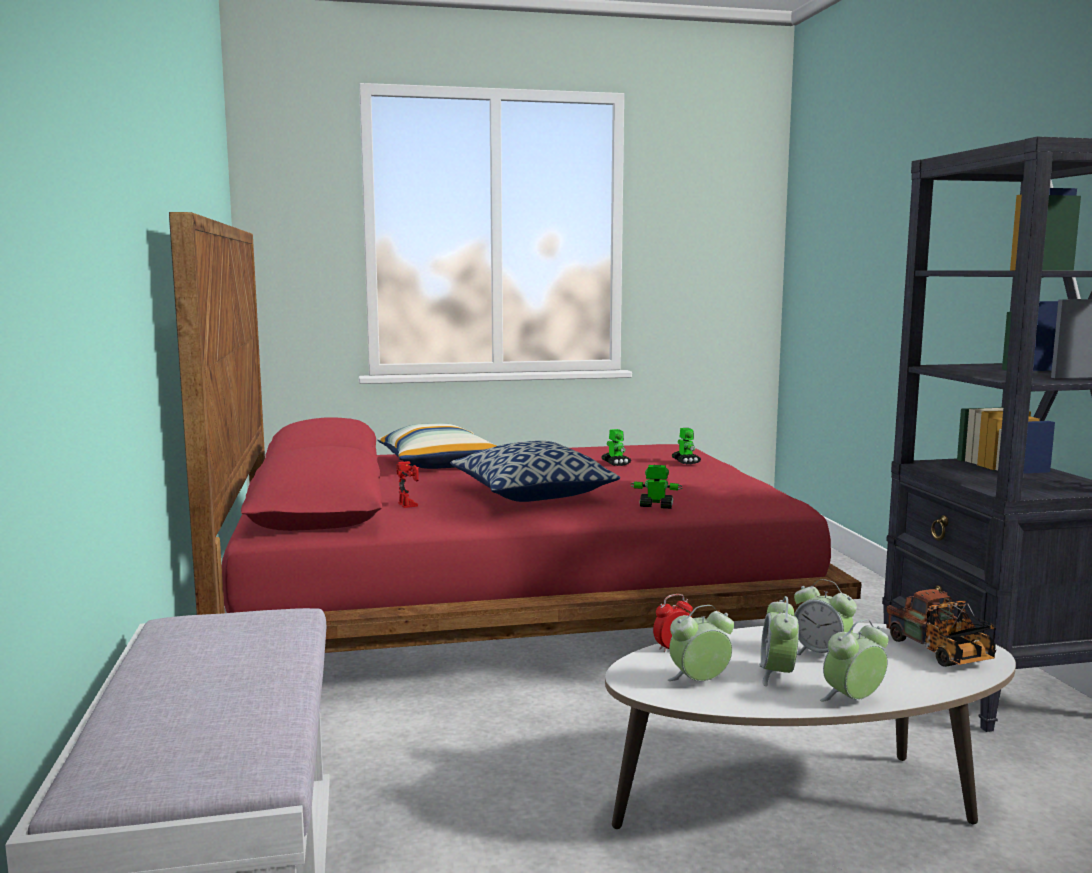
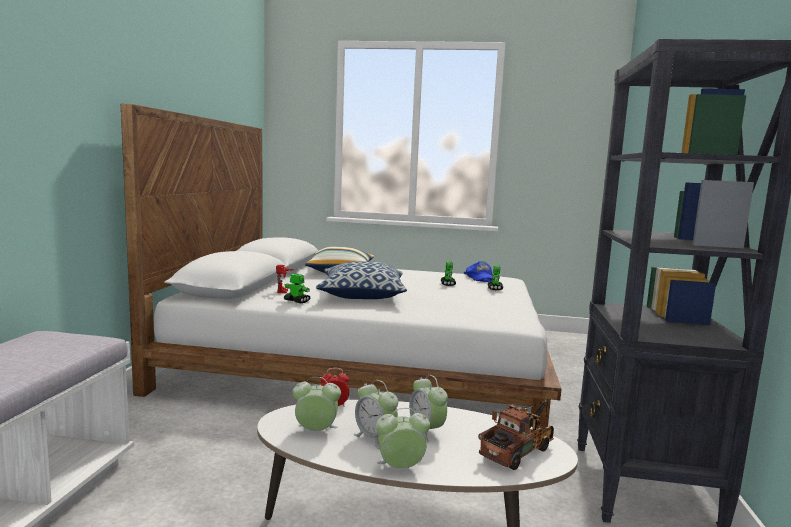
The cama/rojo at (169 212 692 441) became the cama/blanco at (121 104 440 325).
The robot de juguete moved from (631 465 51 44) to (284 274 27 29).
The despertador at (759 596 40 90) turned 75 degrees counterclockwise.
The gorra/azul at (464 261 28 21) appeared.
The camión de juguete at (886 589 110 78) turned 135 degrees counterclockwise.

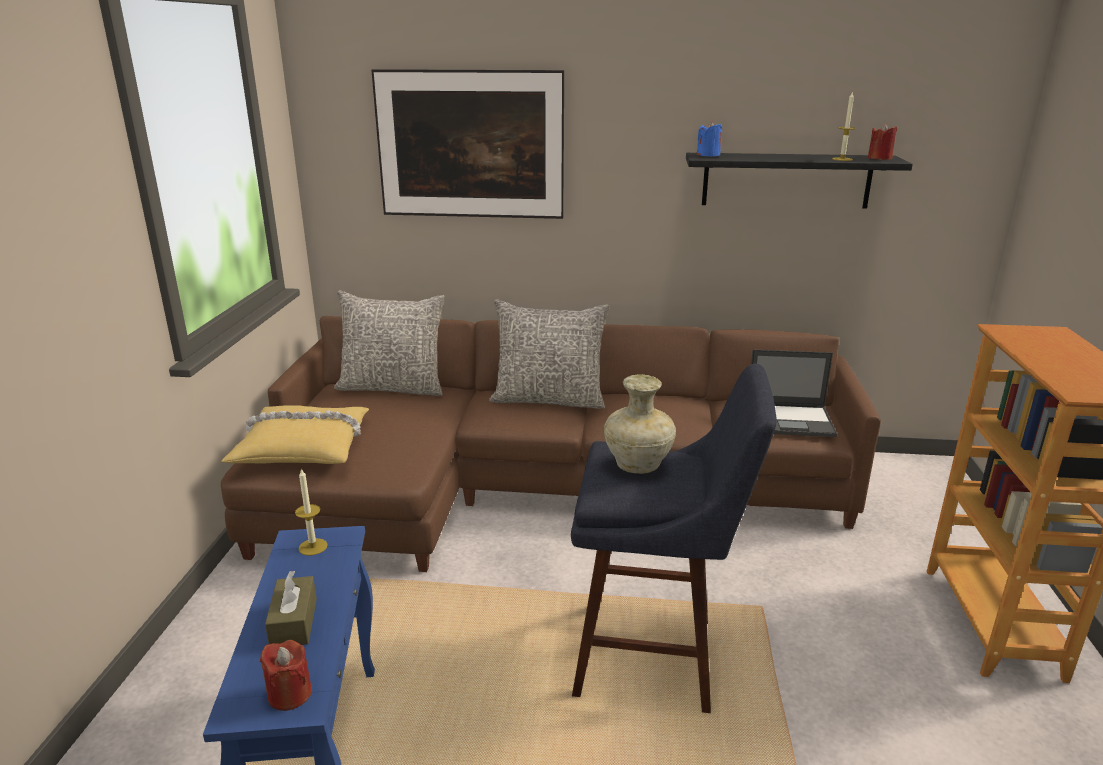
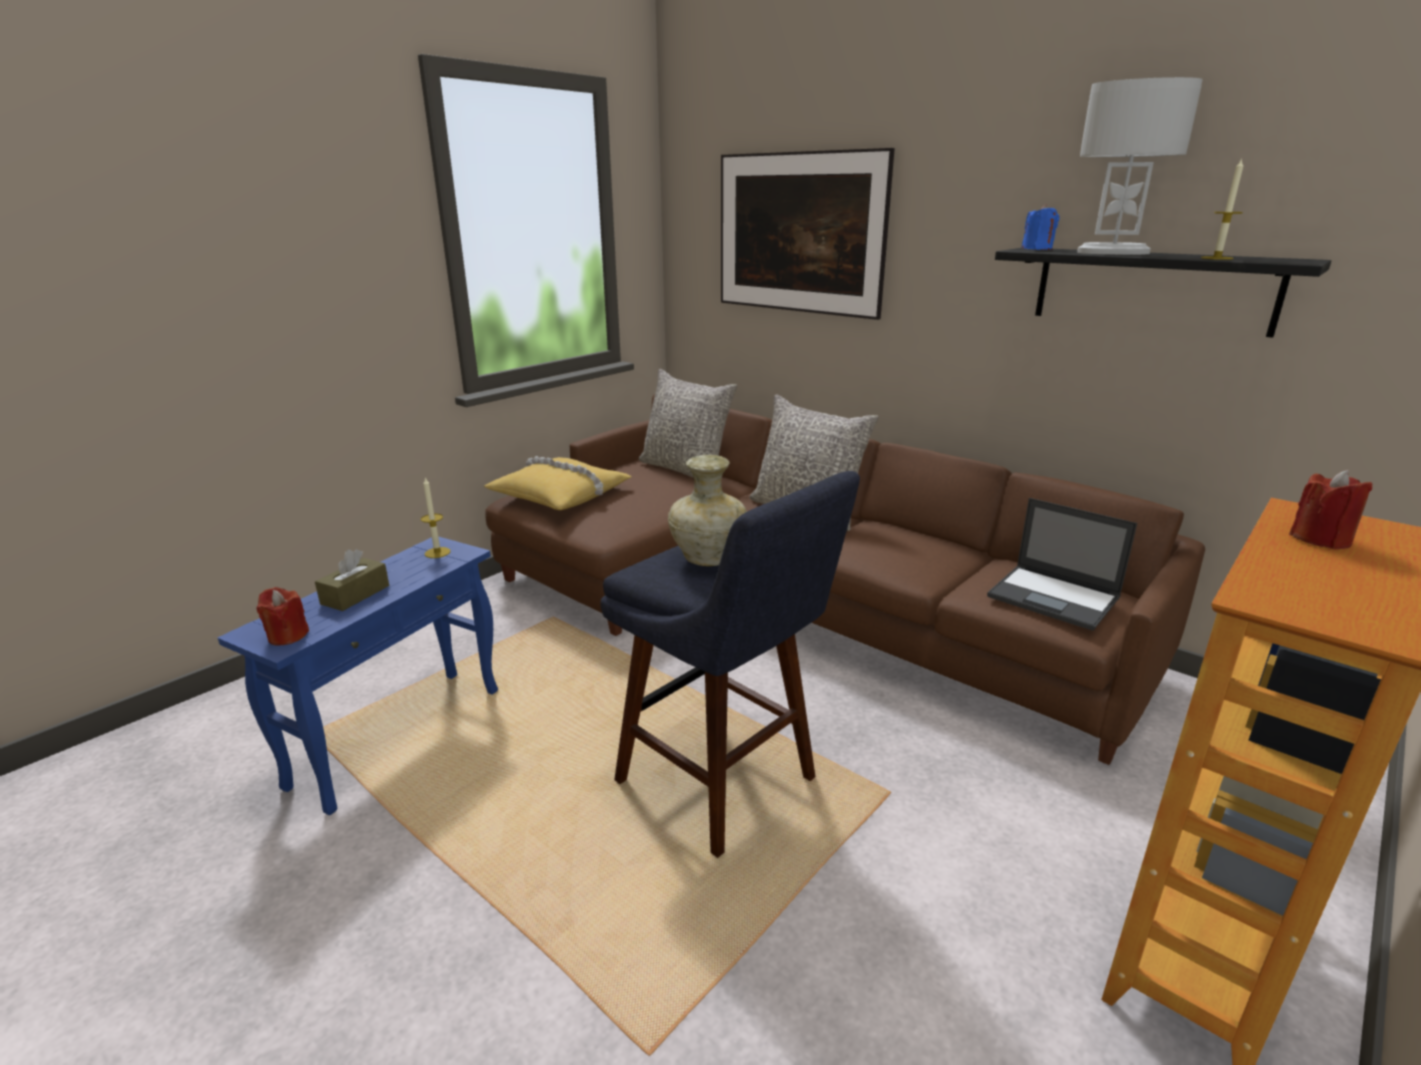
The lámpara de mesa/blanco at (1077 77 126 178) appeared.
The vela/rojo moved from (868 123 29 37) to (1289 470 83 79).

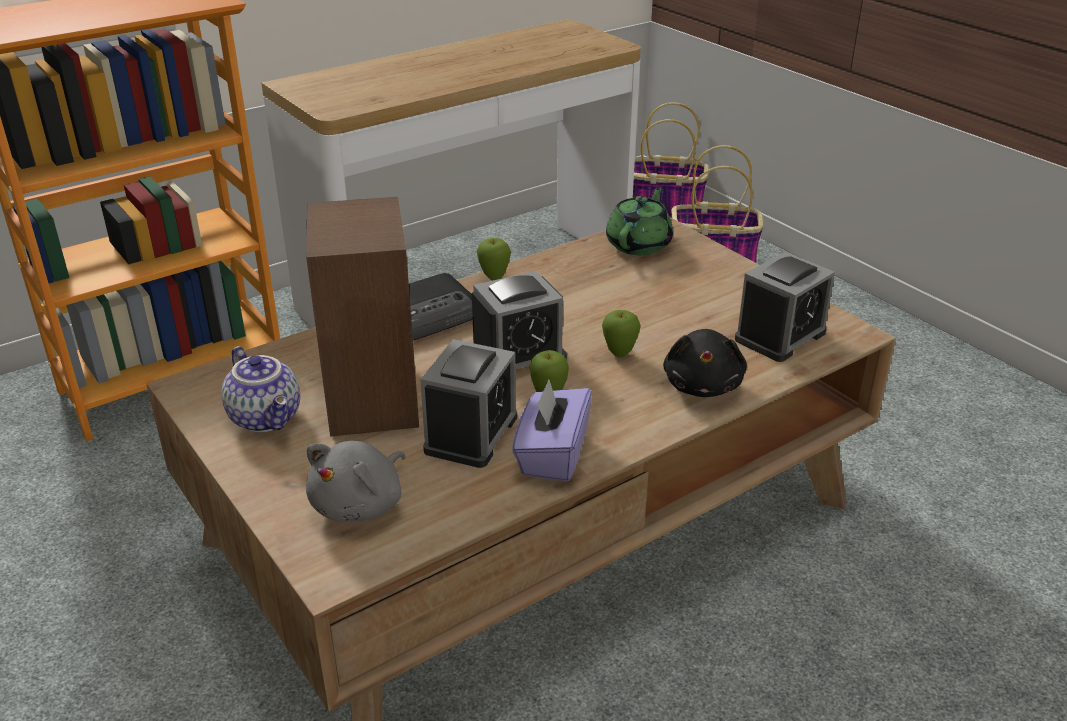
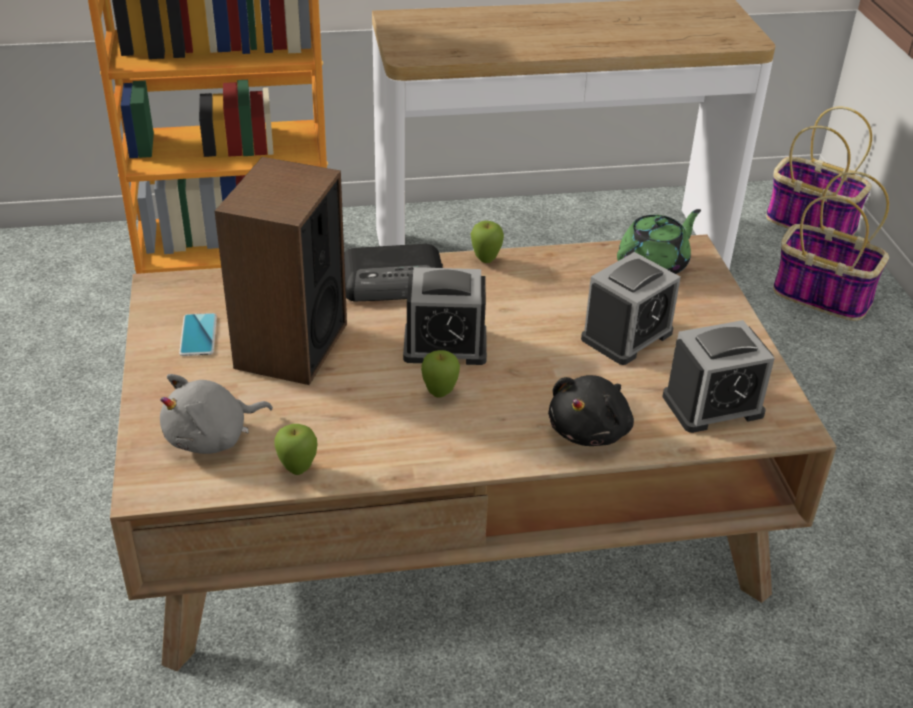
The tetera at (222 346 78 86) was replaced by the móvil at (179 313 38 43).
The manzana moved from (602 310 39 48) to (274 424 44 51).
The despertador moved from (420 339 97 129) to (581 252 100 113).
The caja de pañuelos/morado at (512 380 80 102) disappeared.

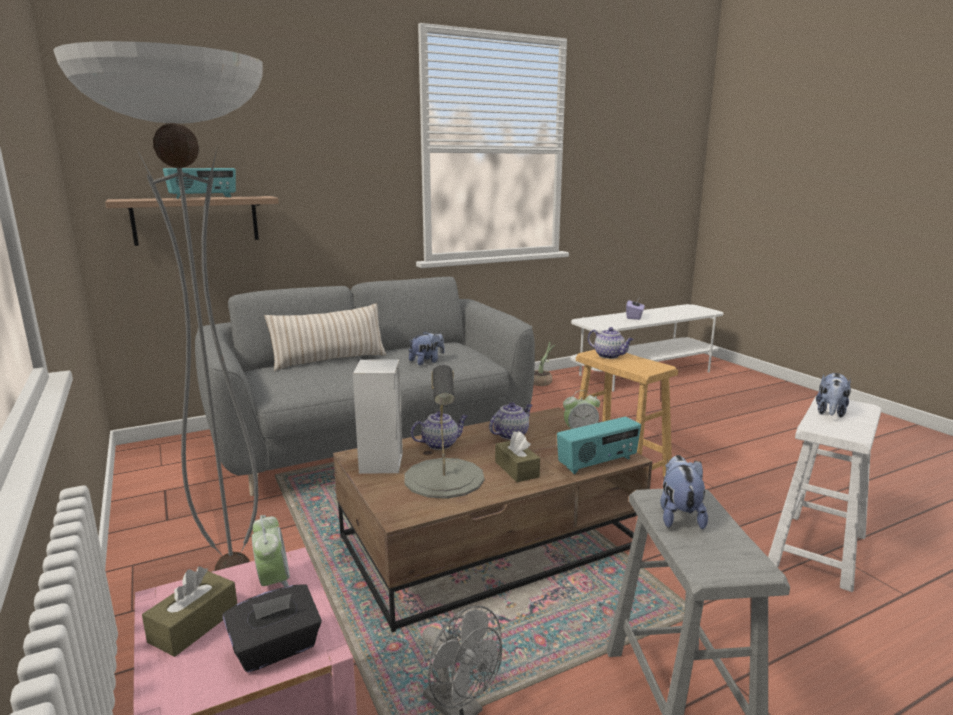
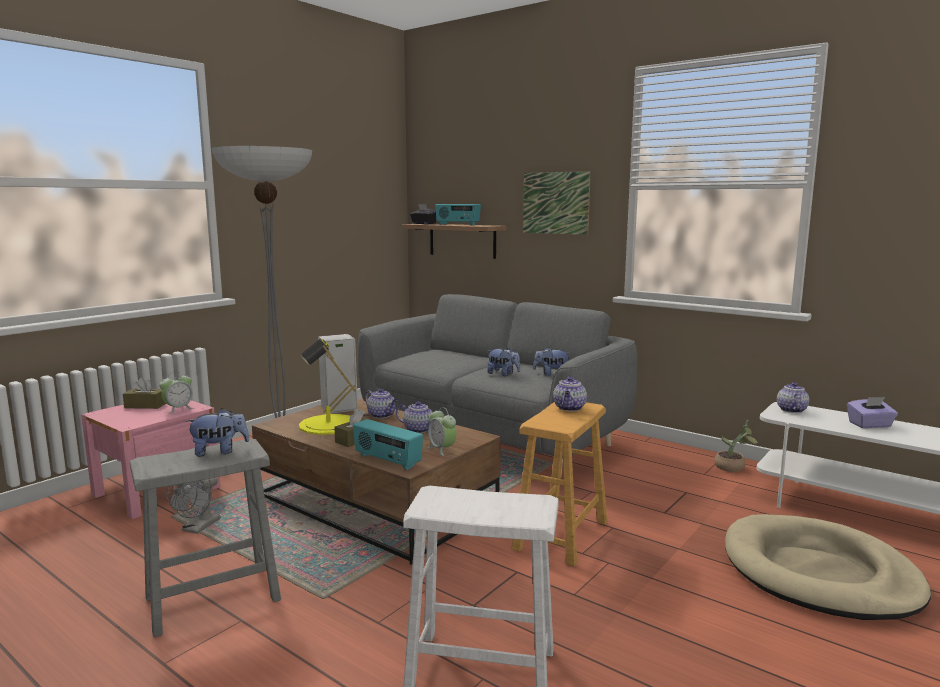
The lámpara de mesa/gris at (404 365 80 134) became the lámpara de mesa/amarillo at (299 339 57 96).
The caja de pañuelos/negro moved from (223 584 99 89) to (410 204 27 20).
The cuadro at (523 171 68 64) appeared.
The peluche moved from (816 373 35 45) to (533 347 37 29).
The cama para perro/beis at (725 514 206 106) appeared.
The tetera at (777 382 32 31) appeared.
The cojín/beis at (265 304 121 67) disappeared.

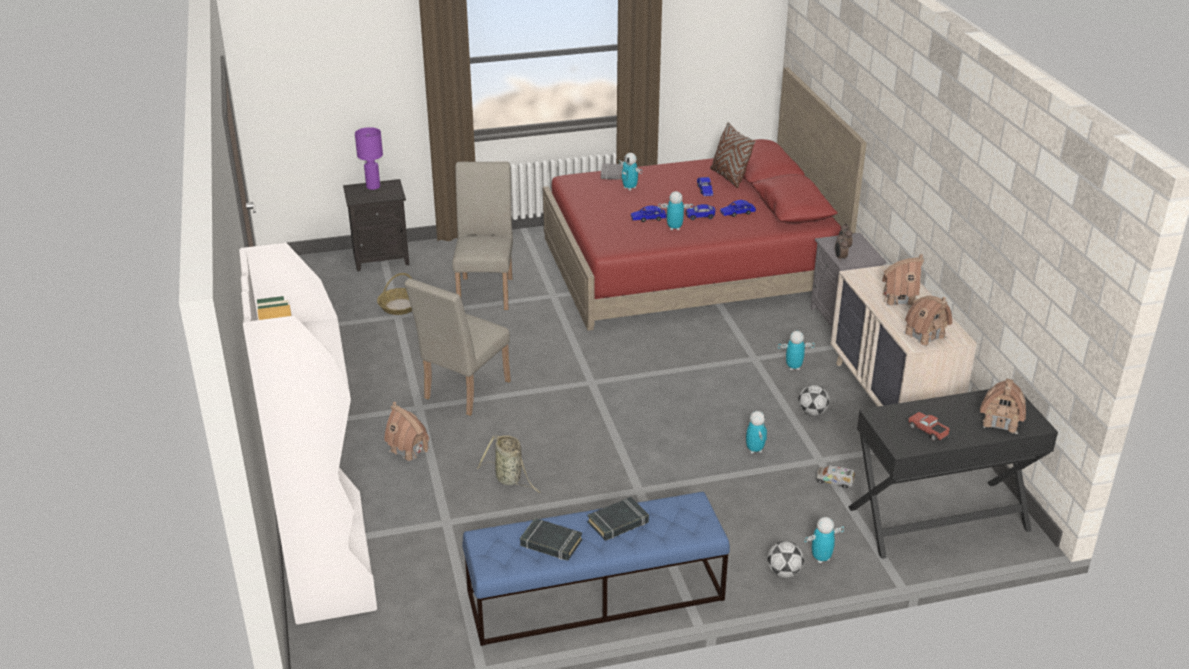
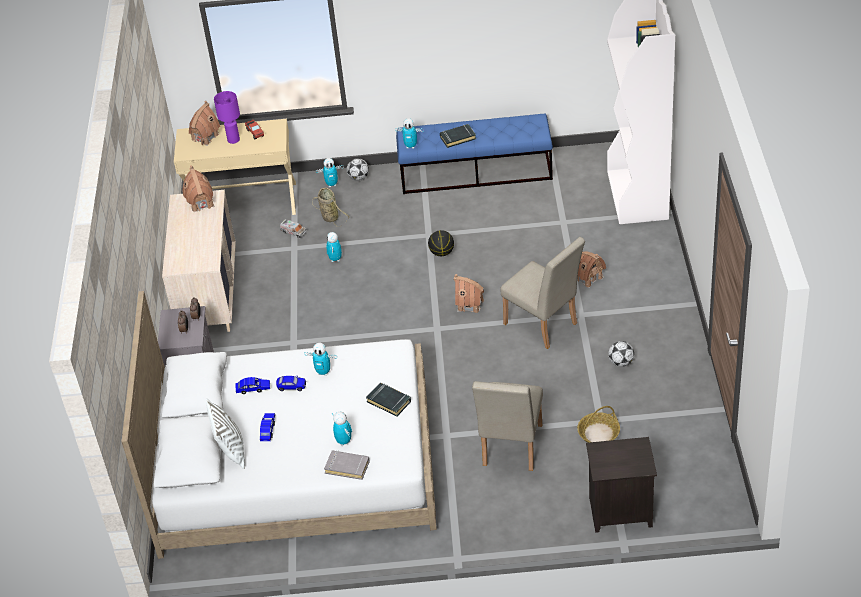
The cama/rojo at (543 67 324 264) became the cama/blanco at (122 291 315 268).
The escritorio/negro at (848 389 210 170) became the escritorio/beis at (174 119 122 96).
The cojín/marrón at (710 122 45 66) became the cojín/blanco at (206 399 39 70).
The lámpara de mesa/morado moved from (355 127 28 63) to (214 91 26 53).
The cesta moved from (477 435 64 58) to (312 188 38 39).
The libro/negro moved from (520 518 62 43) to (366 383 45 33).
The robot de juguete moved from (777 331 37 39) to (395 118 29 31).
The balón de baloncesto at (428 230 26 26) appeared.
The casita moved from (882 254 42 52) to (454 274 30 39).
The silla/beis at (404 278 107 137) turned 90 degrees clockwise.
The balón de fútbol moved from (798 385 32 31) to (608 341 26 26).
The coche de juguete/azul at (631 205 35 17) disappeared.

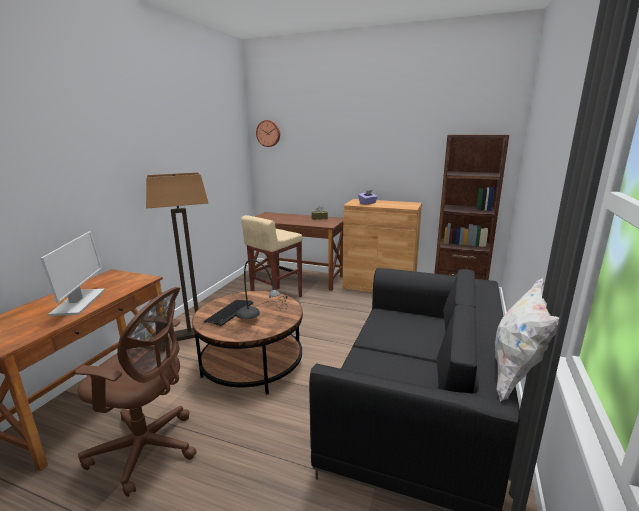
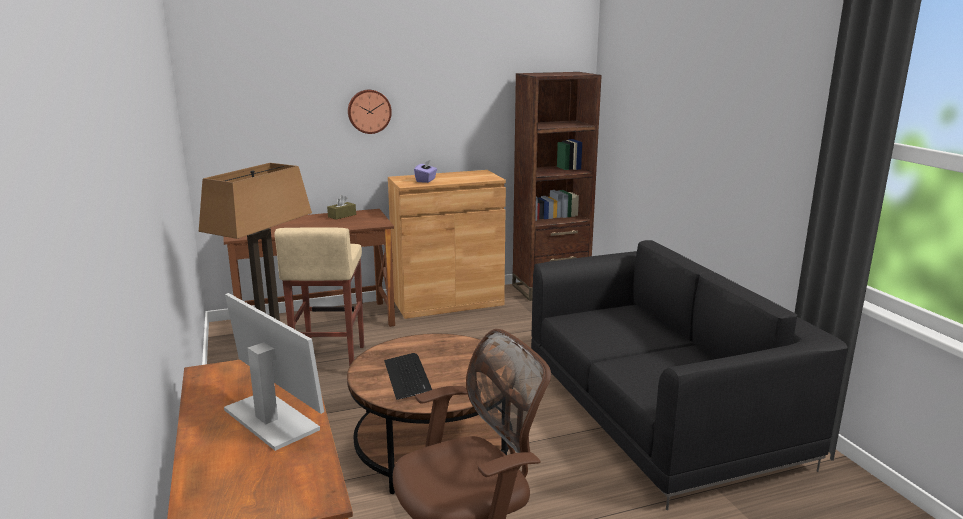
The reloj de pared moved from (256 120 24 27) to (348 90 44 44).
The lámpara de mesa/gris at (236 259 52 60) disappeared.
The cojín/blanco at (495 278 64 124) disappeared.

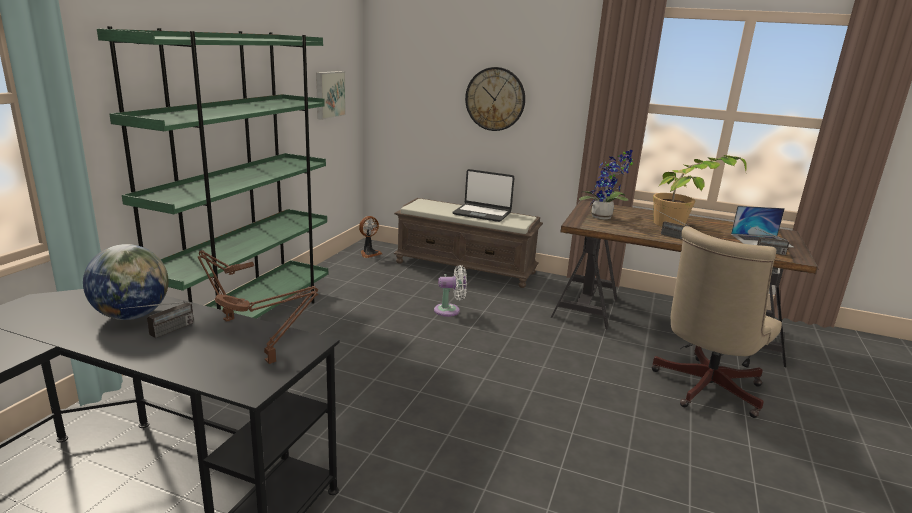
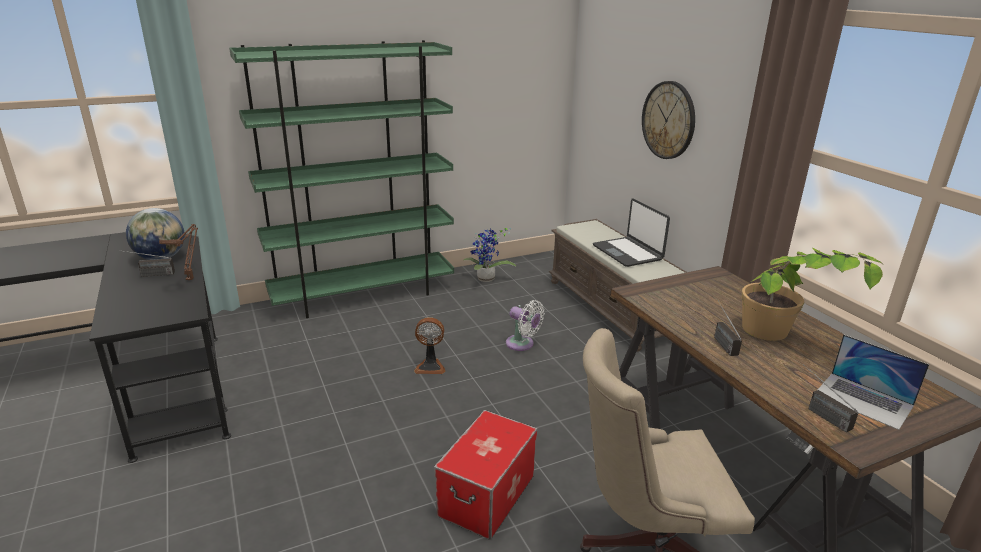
The ventilador moved from (359 216 23 42) to (414 317 31 57).
The caja de almacenaje at (434 410 103 130) appeared.
The planta en maceta moved from (579 150 54 69) to (463 228 53 54).
The lámpara de mesa/marrón at (215 286 103 78) disappeared.
The cuadro at (316 71 30 49) disappeared.

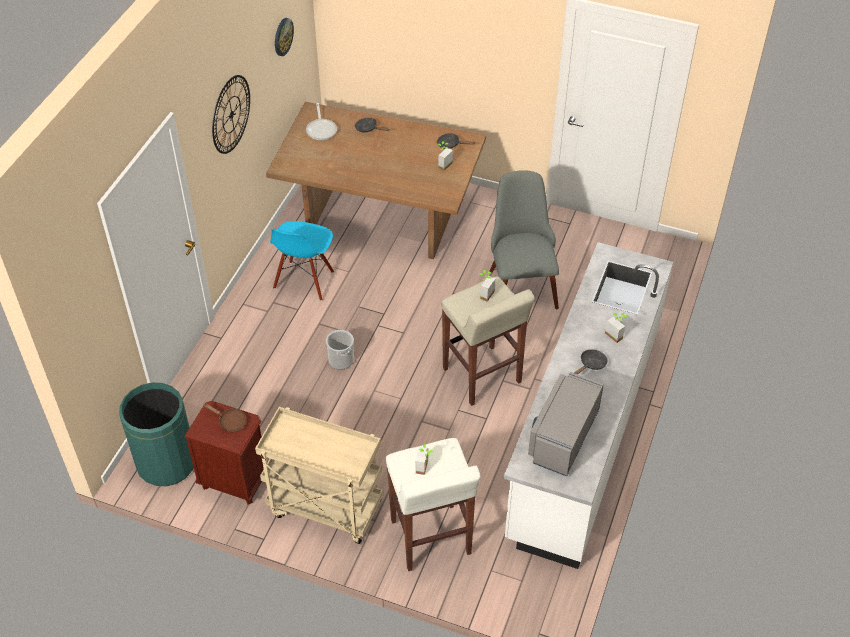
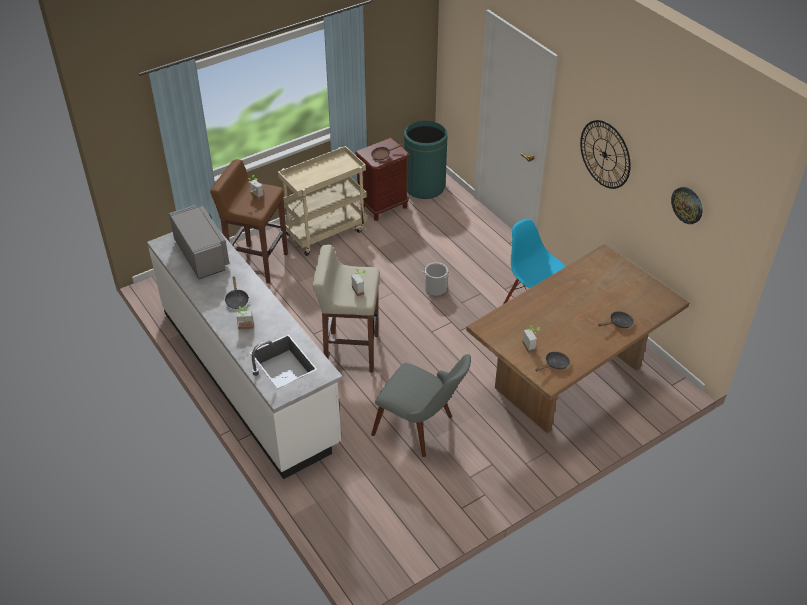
The taburete/blanco at (386 438 94 133) became the taburete/marrón at (210 159 78 125).
The sartén at (306 103 31 38) disappeared.

